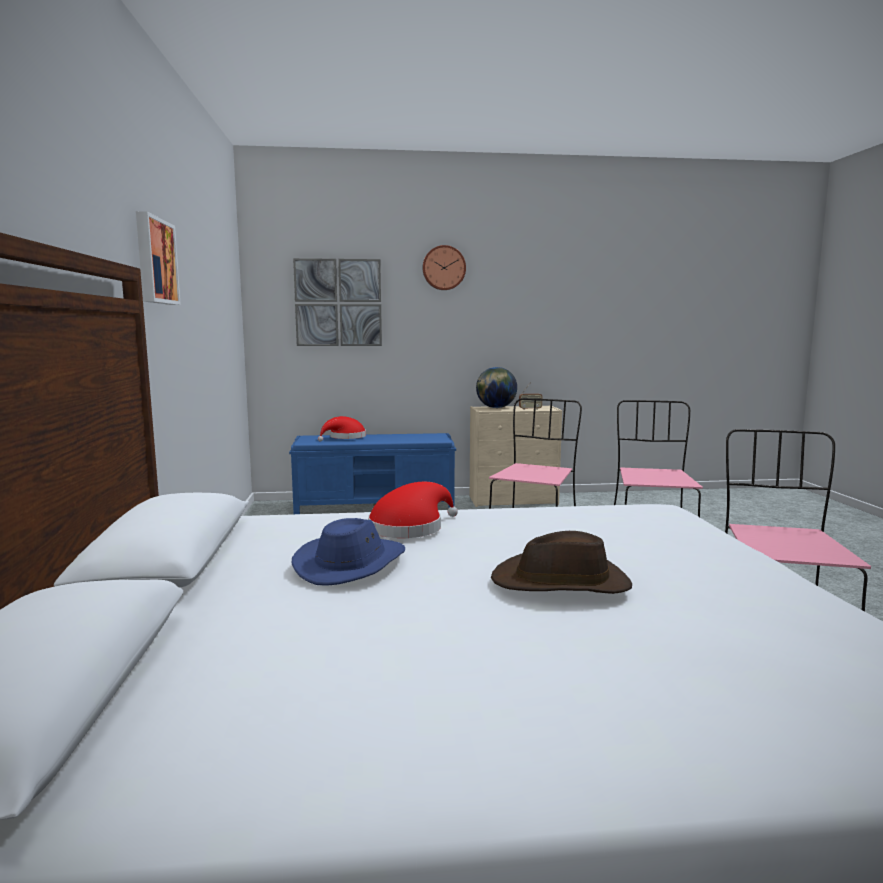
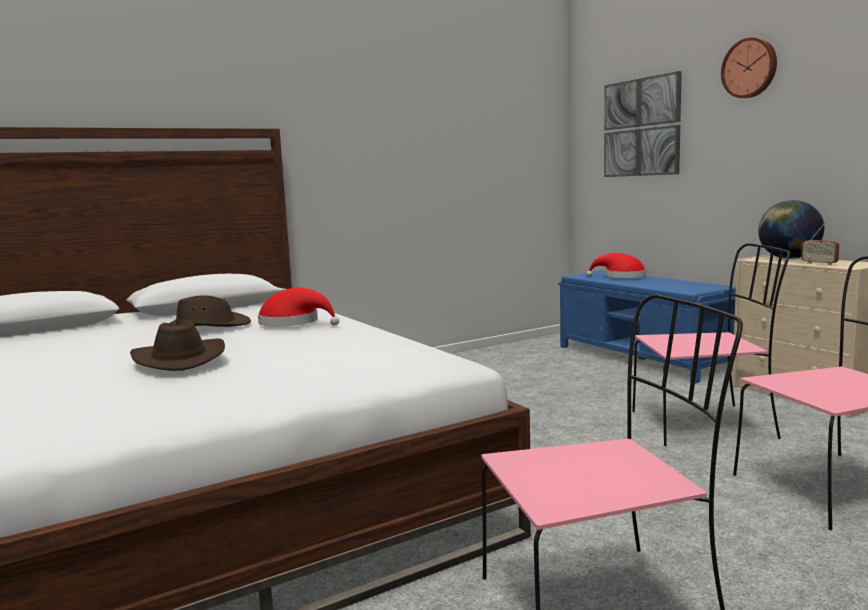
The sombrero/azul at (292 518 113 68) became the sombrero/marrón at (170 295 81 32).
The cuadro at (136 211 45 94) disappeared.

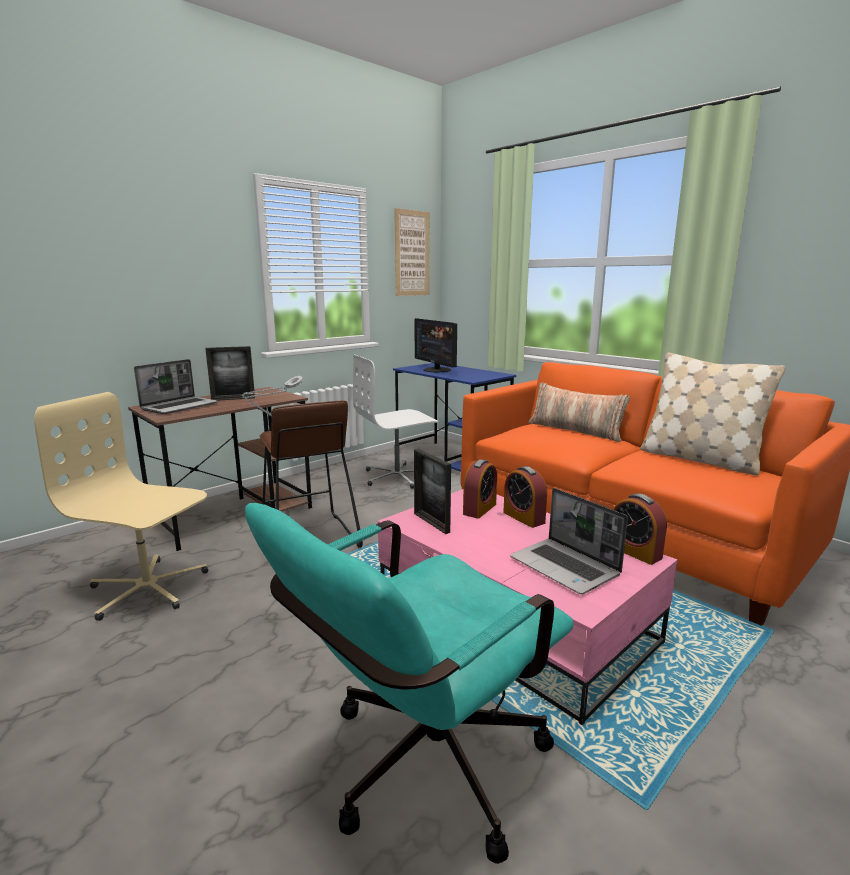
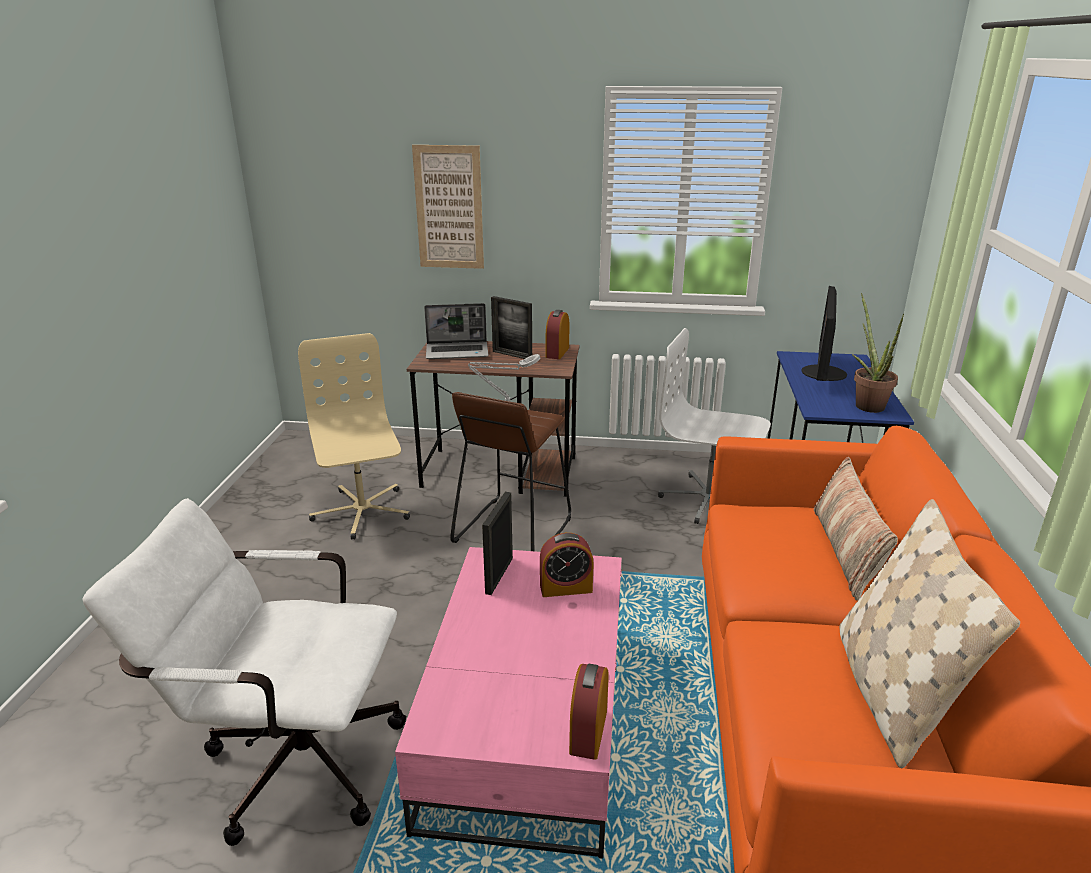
The silla de oficina/turquesa at (245 503 329 361) became the silla de oficina/blanco at (82 498 324 348).
The cuadro moved from (394 208 36 88) to (412 145 72 124).
The despertador moved from (503 466 44 62) to (546 310 23 49).
The planta en maceta at (851 293 53 120) appeared.
The portátil at (510 488 118 106) disappeared.

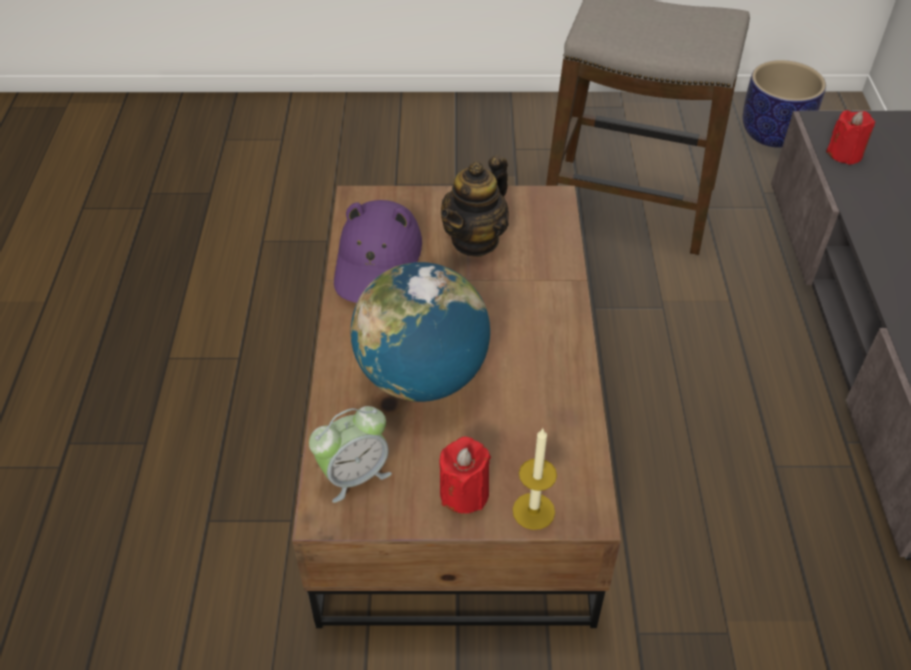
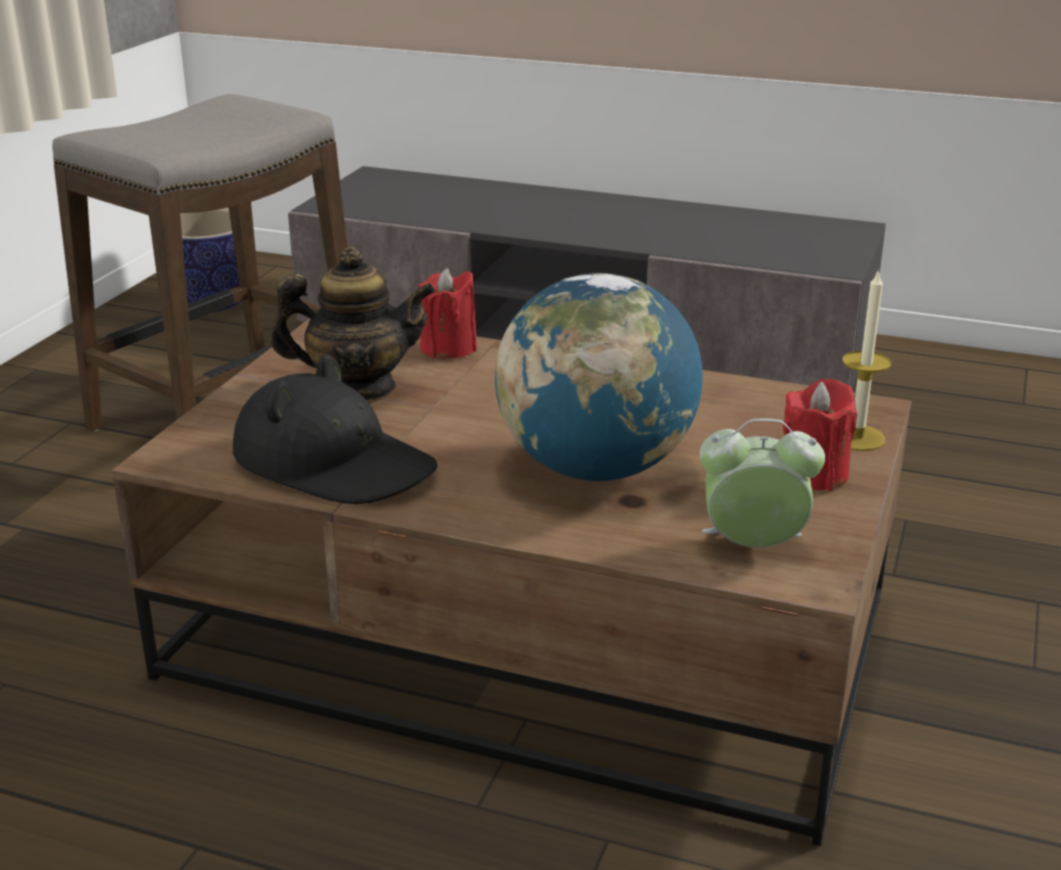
The sombrero/morado at (334 200 88 103) became the sombrero/negro at (233 354 204 150).
The tetera at (441 155 68 102) turned 60 degrees counterclockwise.
The vela/rojo moved from (826 110 49 55) to (418 268 59 90).
The despertador at (309 406 83 97) turned 75 degrees counterclockwise.

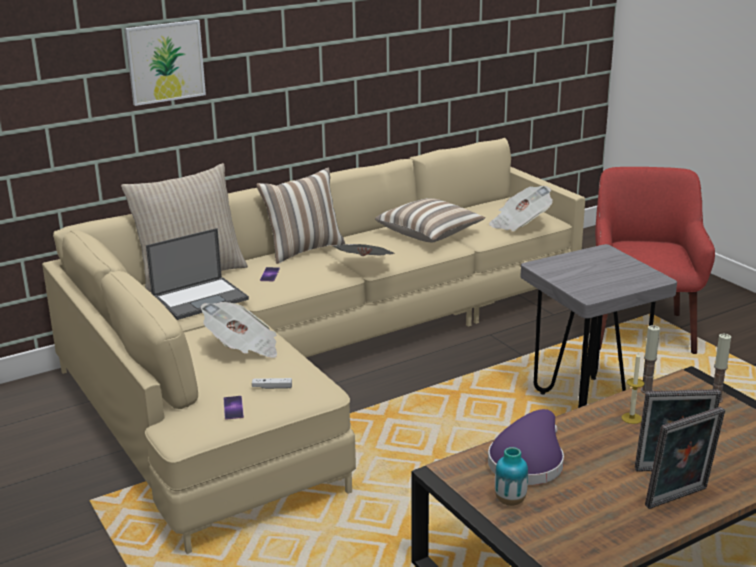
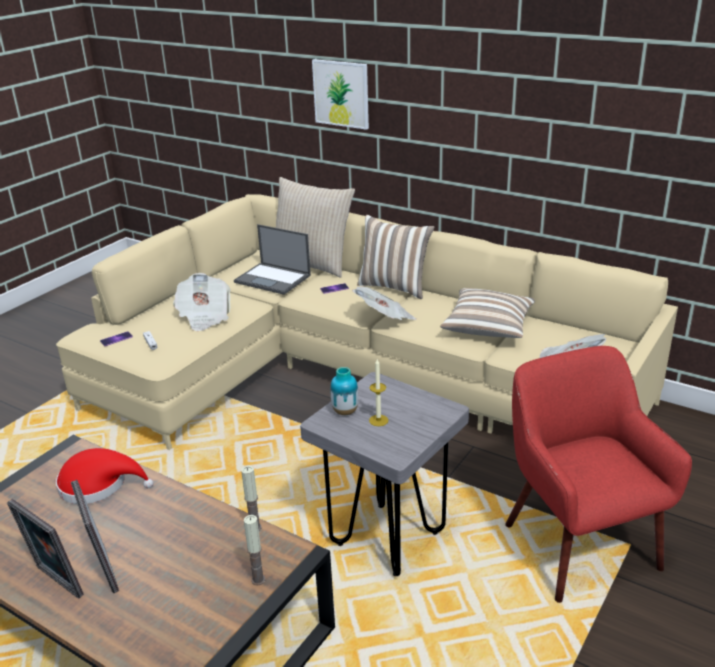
The sombrero/morado at (488 409 76 76) became the sombrero/rojo at (56 448 98 56).
The florero moved from (495 447 33 59) to (331 367 27 48).
The vela moved from (622 352 22 72) to (369 359 19 67).
The sillón/rojo at (595 167 120 187) turned 90 degrees counterclockwise.

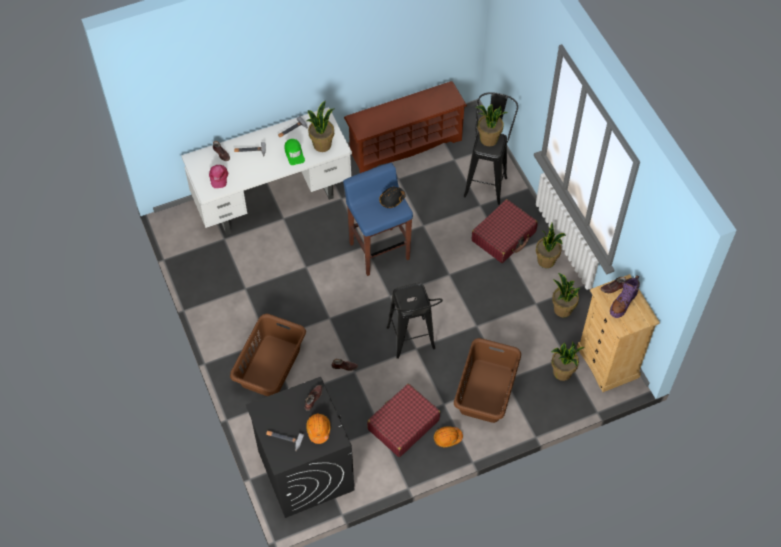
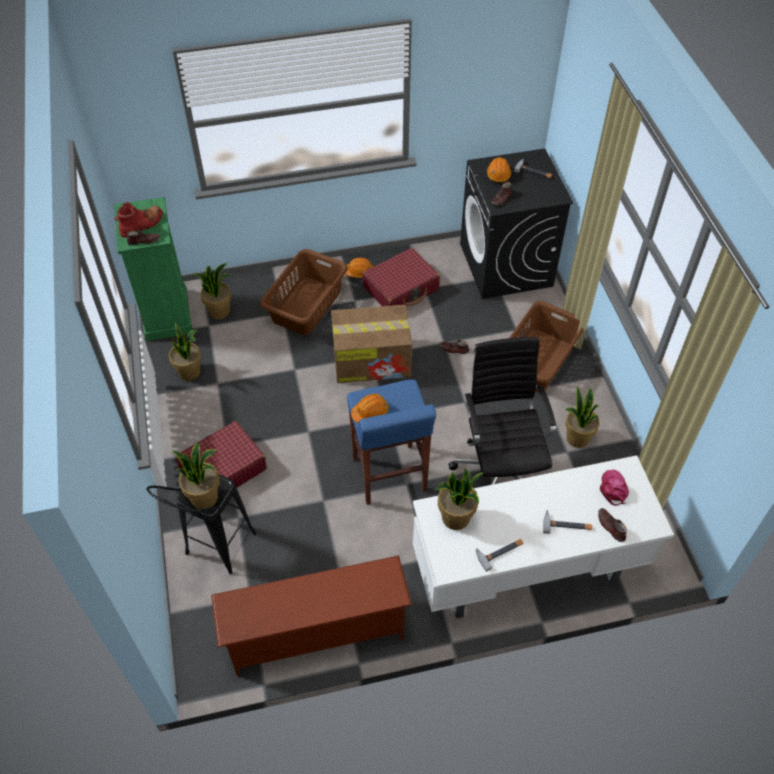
The cómoda/beis at (577 274 83 118) became the cómoda/verde at (114 197 78 144).
The bota/morado at (610 275 30 43) became the bota/rojo at (114 202 49 36).
The taburete/negro at (387 283 56 76) was replaced by the caja de cartón at (331 305 81 78).
The casco/negro at (379 186 27 22) became the casco/naranja at (351 394 38 29).
The silla de oficina/negro at (448 337 108 148) appeared.
The planta en maceta moved from (536 223 30 45) to (565 386 35 62).
The gorra/verde at (285 139 20 26) disappeared.

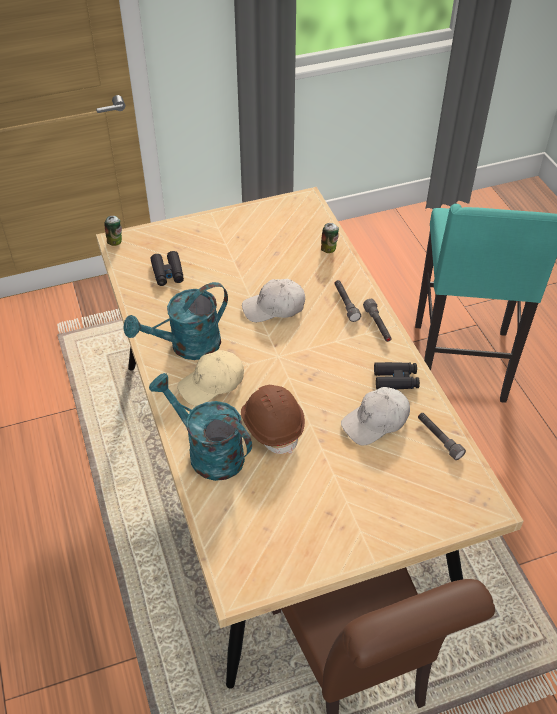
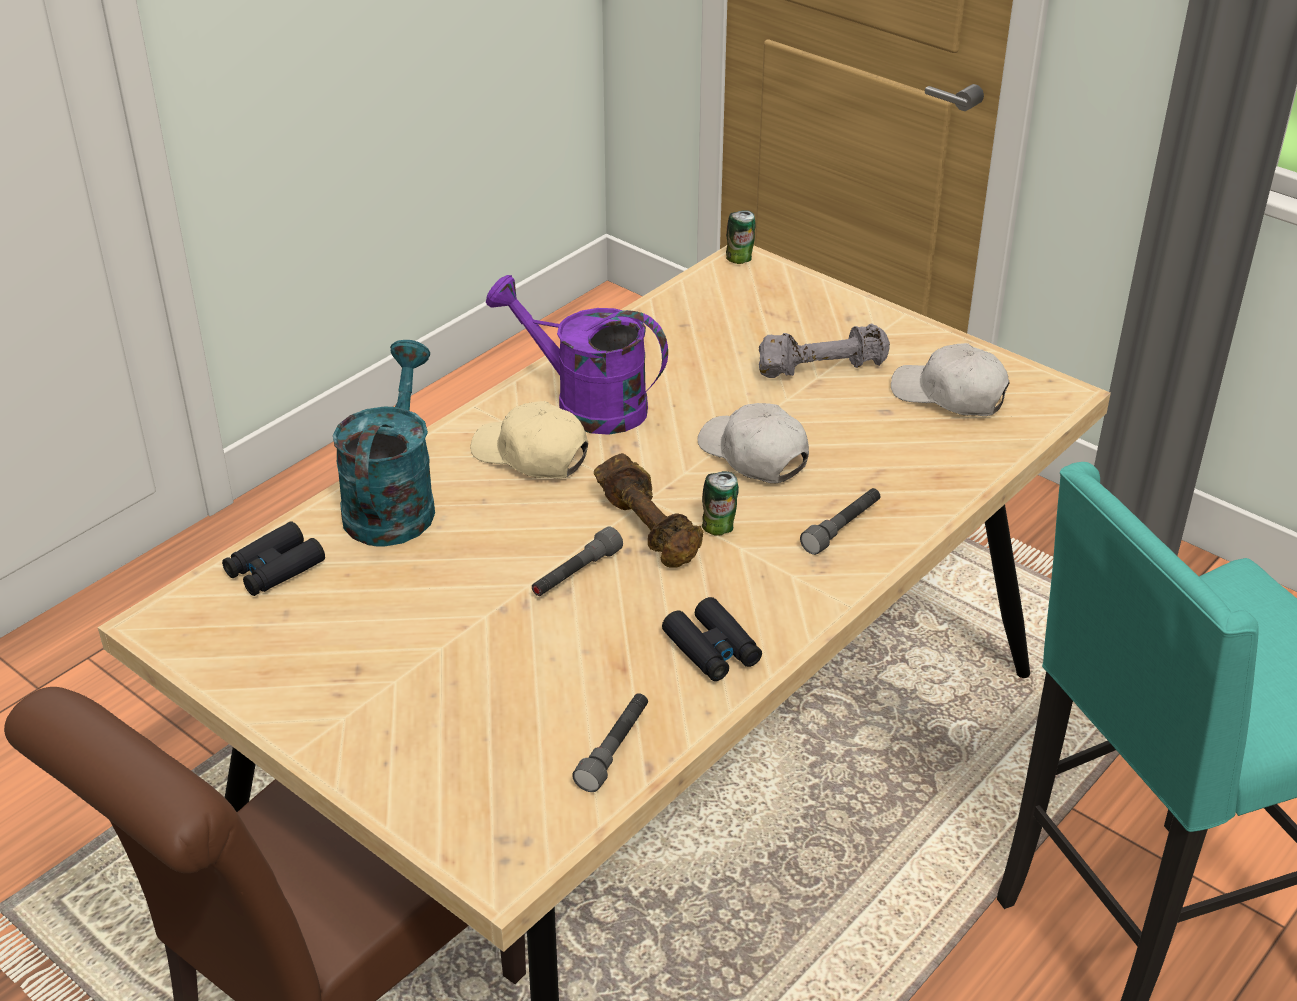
The prismáticos/negro moved from (151 251 33 35) to (222 521 103 75).
The regadera/turquesa at (123 282 105 78) became the regadera/morado at (486 275 182 160).
The linterna/gris moved from (363 299 29 43) to (532 527 91 69).
The mancuerna/marrón at (594 453 110 115) appeared.
The lata moved from (321 223 18 30) to (702 471 37 65).
The mancuerna/gris at (759 323 131 55) appeared.
The gorra/blanco moved from (341 387 69 59) to (891 343 119 73).
The casco/marrón at (241 385 64 69) disappeared.

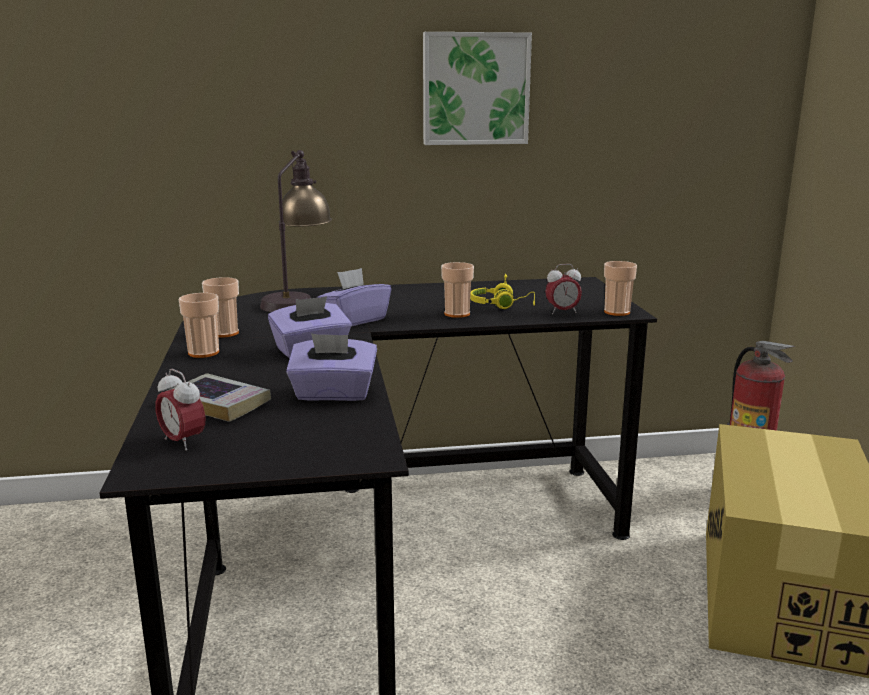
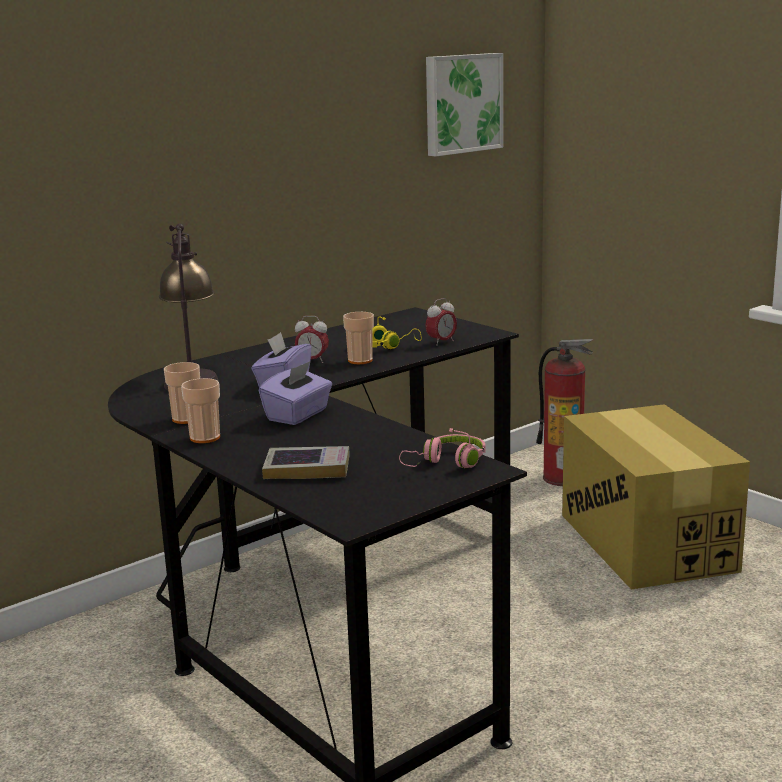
The despertador moved from (155 369 50 82) to (295 316 34 47).
The auriculares/rosa at (399 428 87 41) appeared.
The cuadro moved from (423 32 109 113) to (426 53 77 103).
The caja de pañuelos/morado at (286 333 91 68) disappeared.
The taza at (604 261 33 55) disappeared.

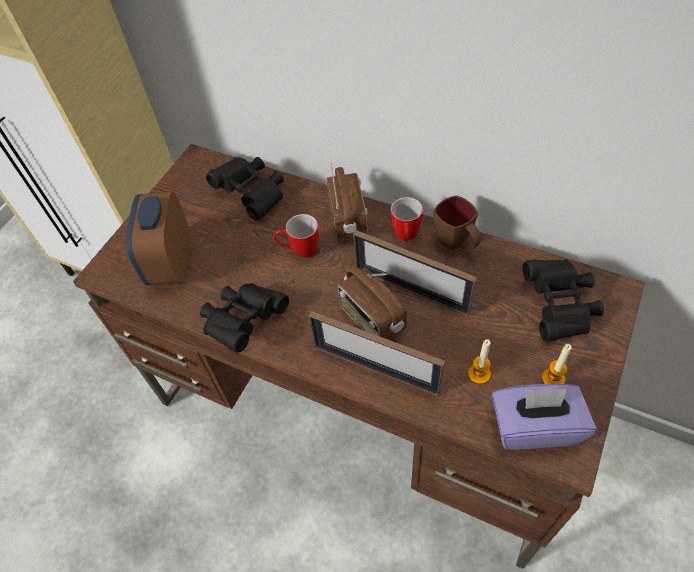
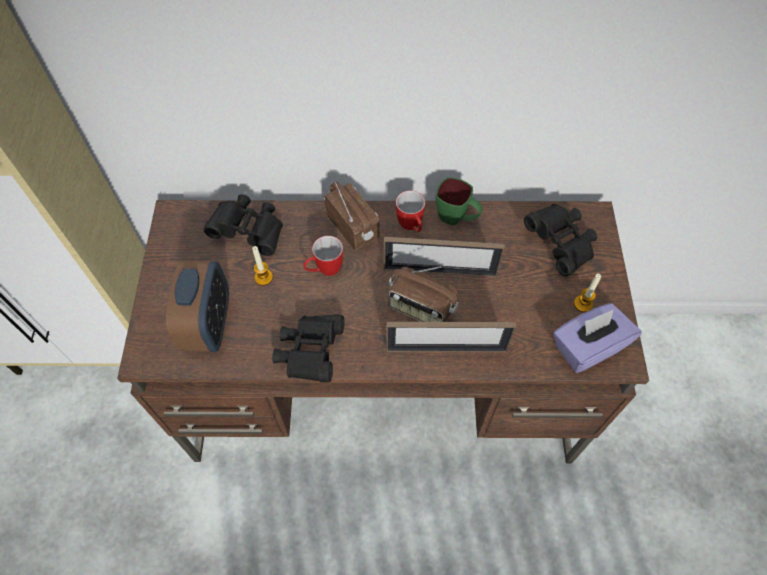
The despertador at (126 192 64 93) turned 150 degrees counterclockwise.
The vela moved from (468 339 23 45) to (252 246 21 40).
The taza grande/marrón at (434 195 47 55) became the taza grande/verde at (436 177 46 48).

